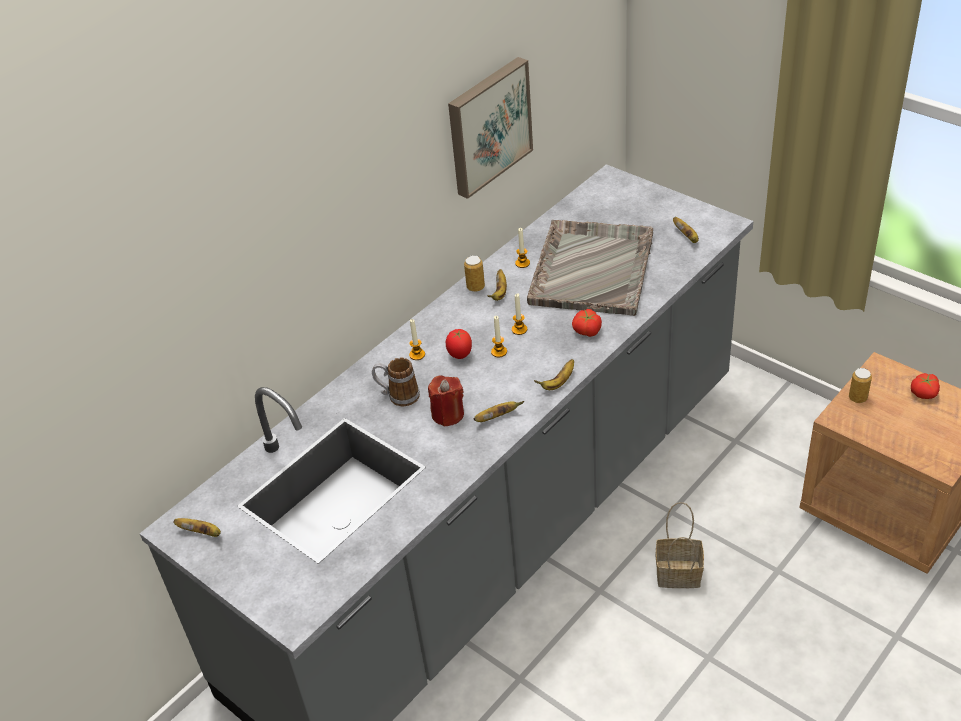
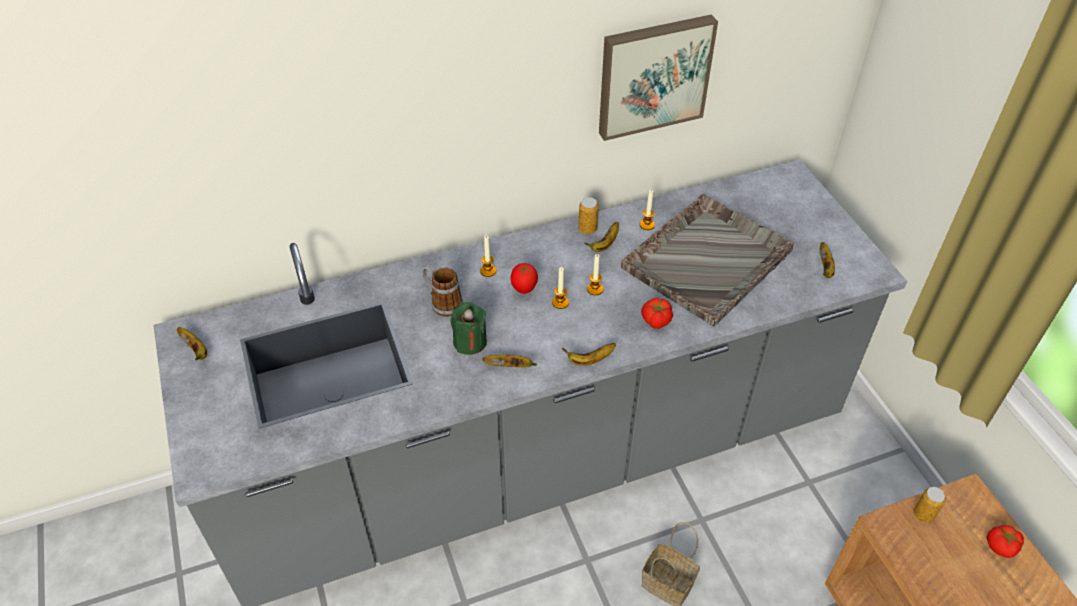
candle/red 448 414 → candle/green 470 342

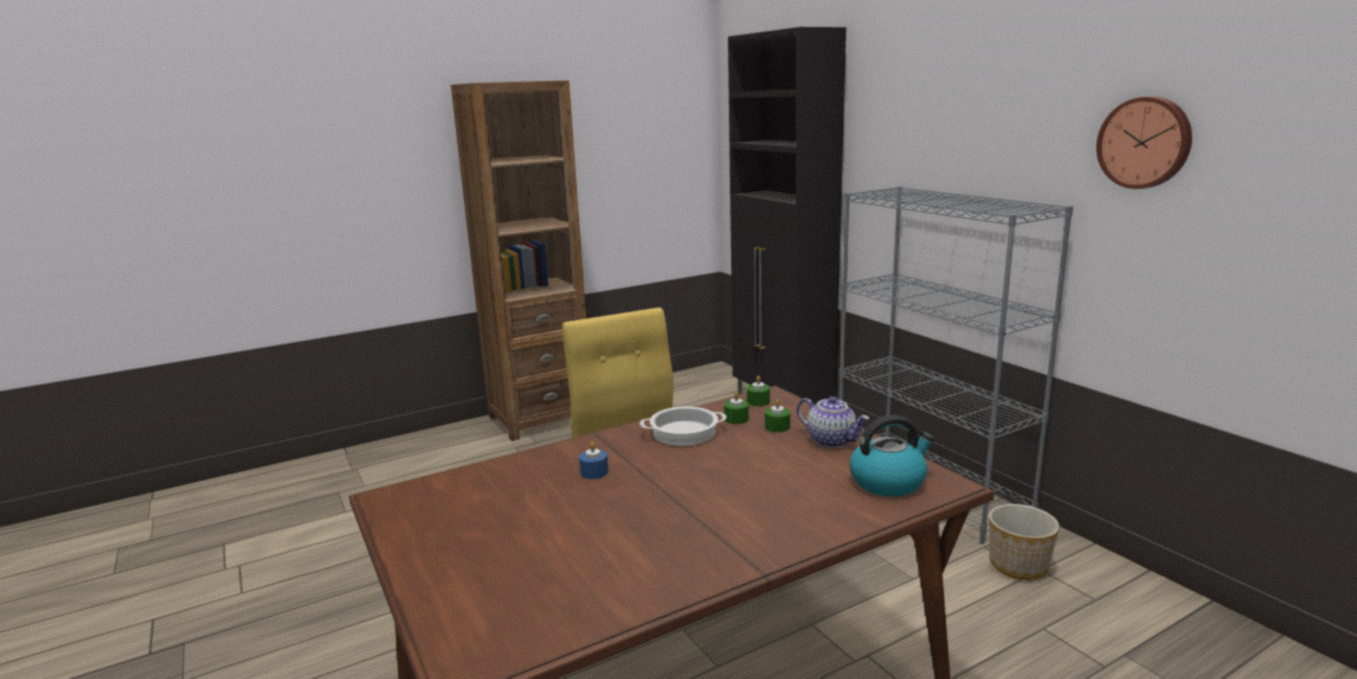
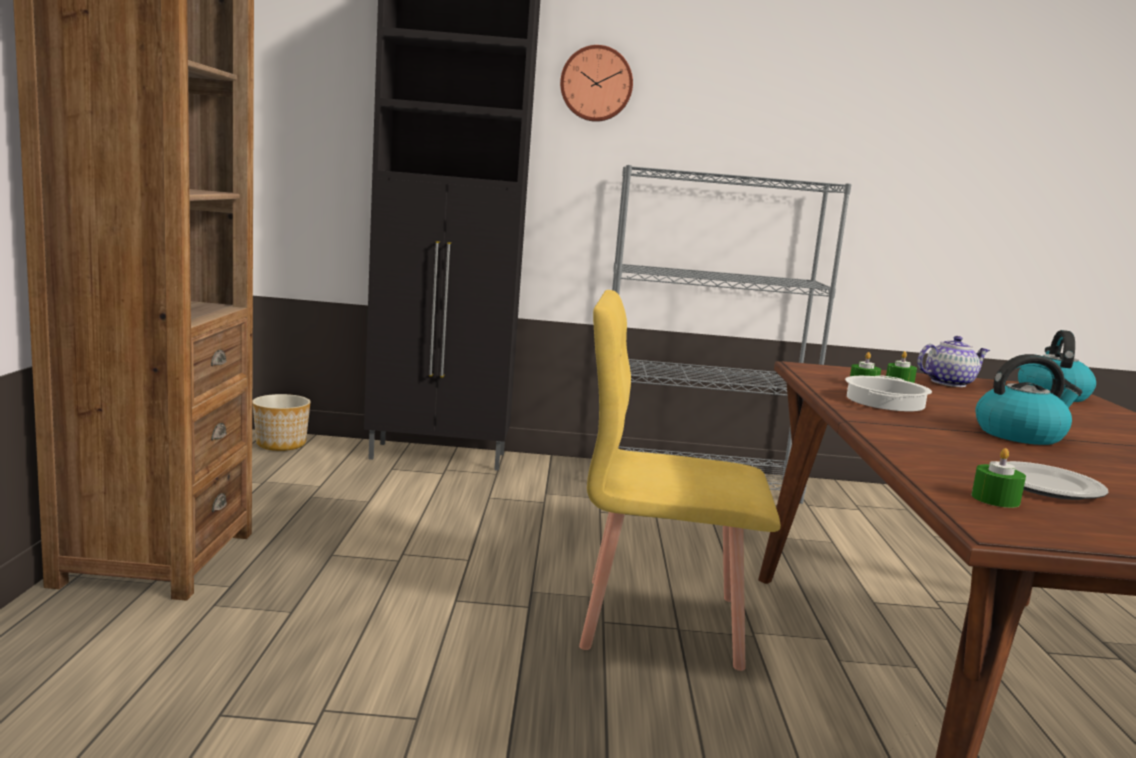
candle/blue 594 472 → -
- → kettle 1020 435
- → plate 1045 486
candle/green 758 402 → candle/green 995 499, relocated
planter 1018 565 → planter 281 444, relocated
wall clock 1145 142 → wall clock 596 84, relocated

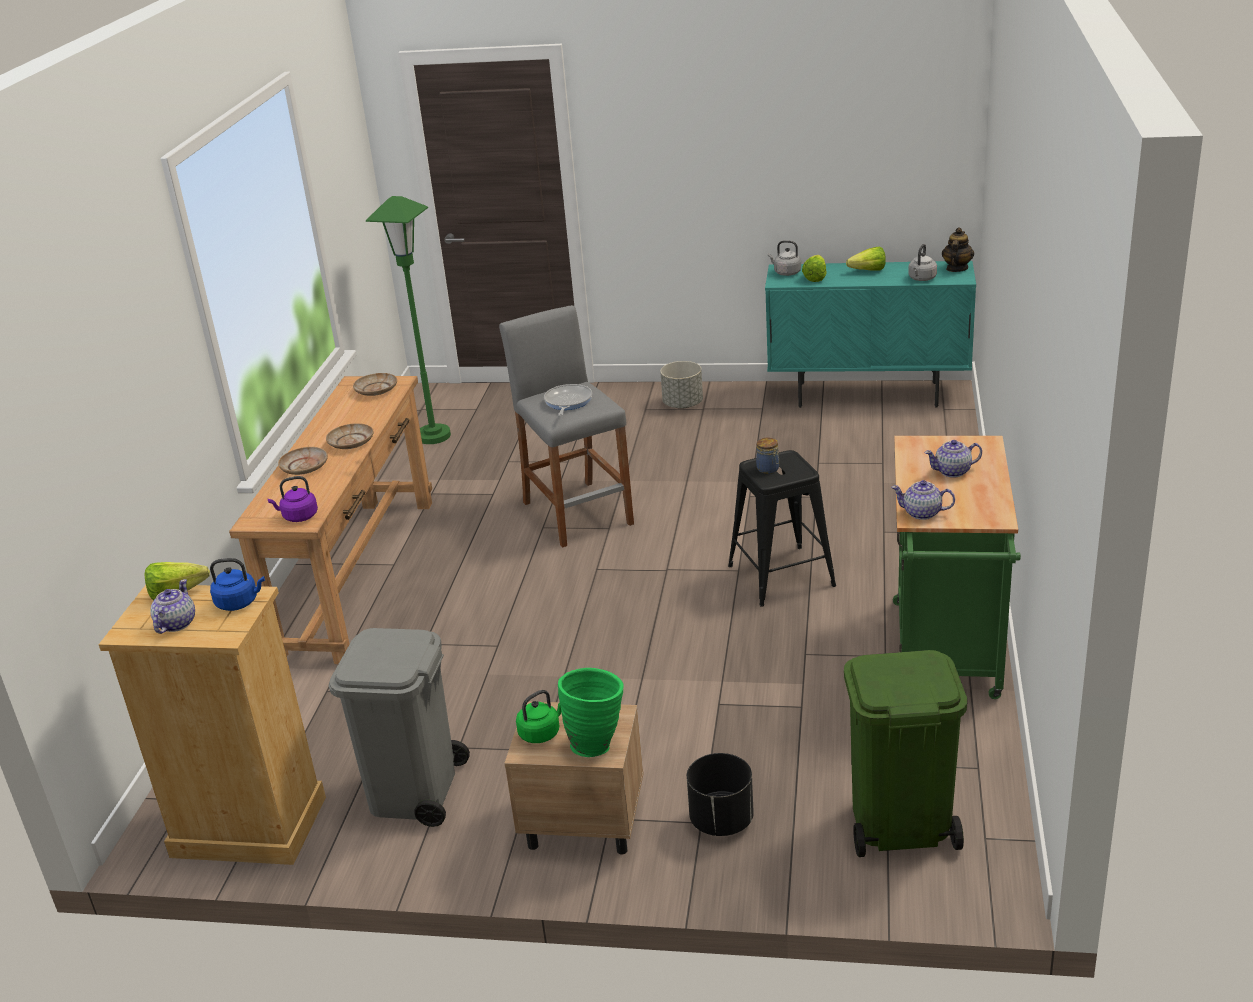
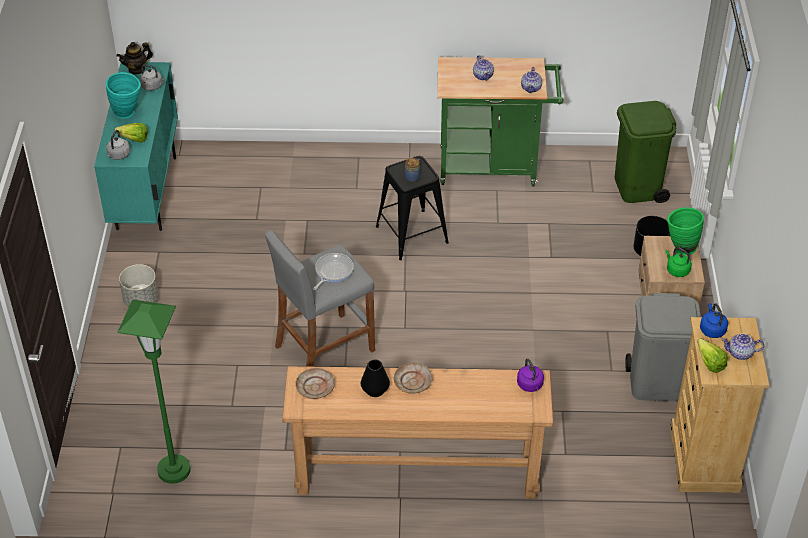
plate/beige 304 467 → -
- → vase/black 375 390
lettuce 865 271 → vase/turquoise 128 114
frying pan 567 402 → frying pan 332 271, 120 degrees clockwise
teapot 956 269 → teapot 137 69, 45 degrees counterclockwise

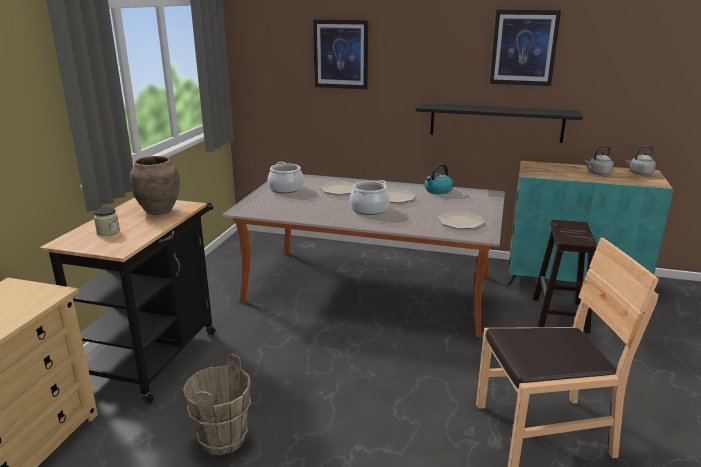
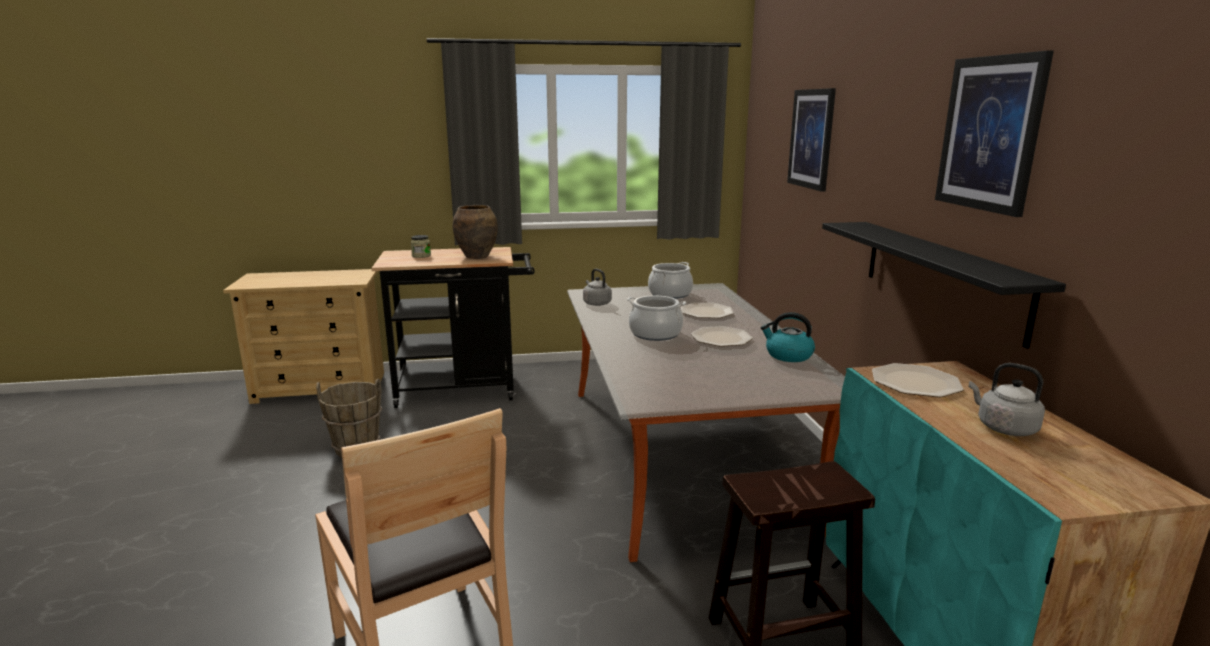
plate 461 221 → plate 916 382, relocated
kettle/grey 639 174 → kettle/grey 596 303, relocated

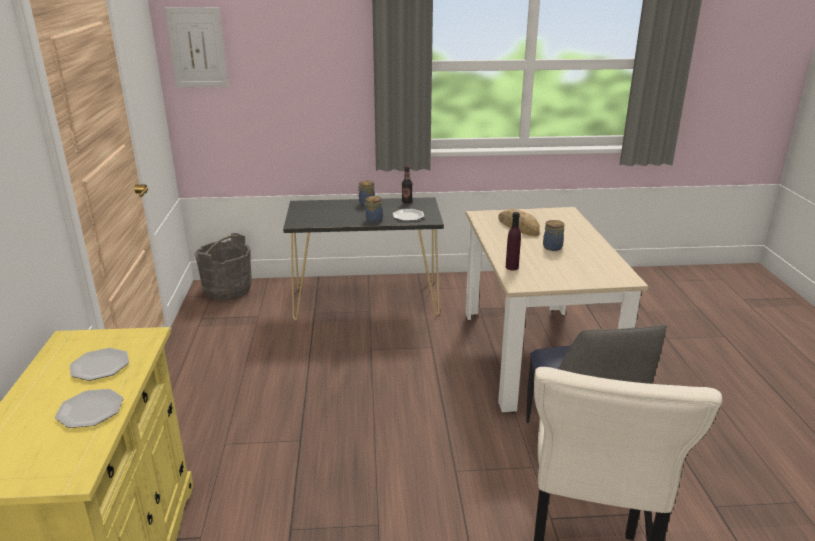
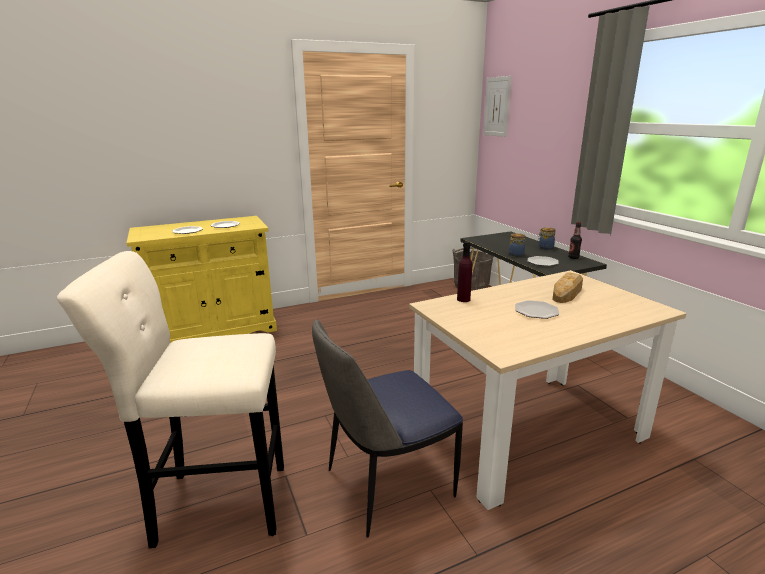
jar 552 248 → plate 536 311

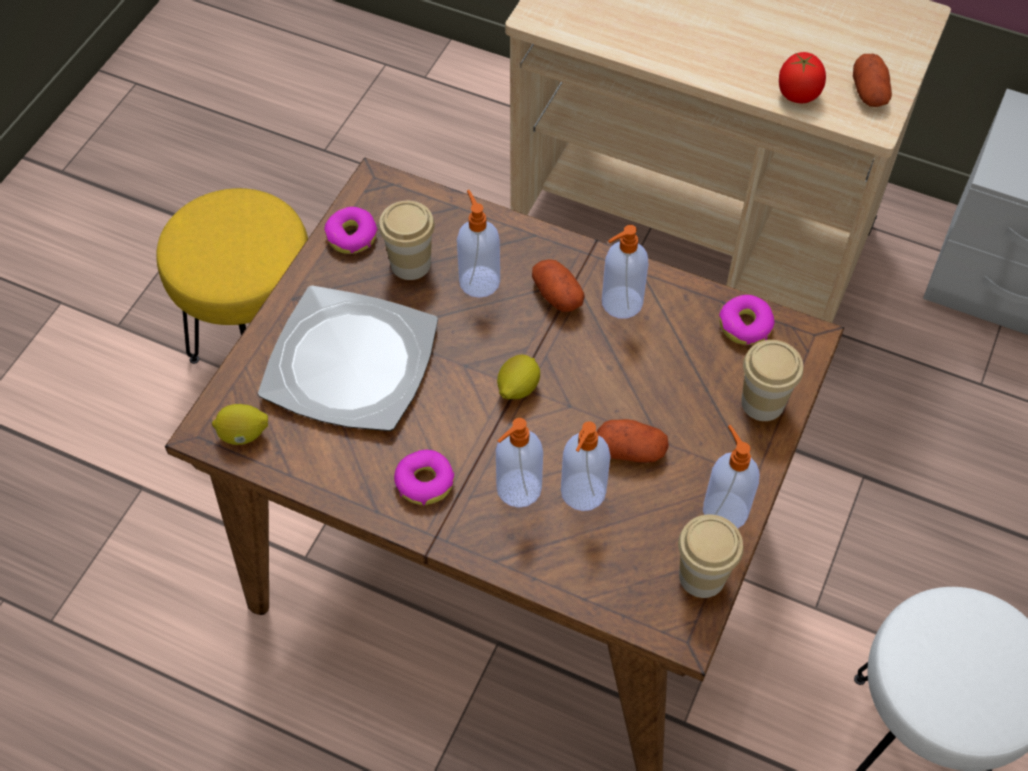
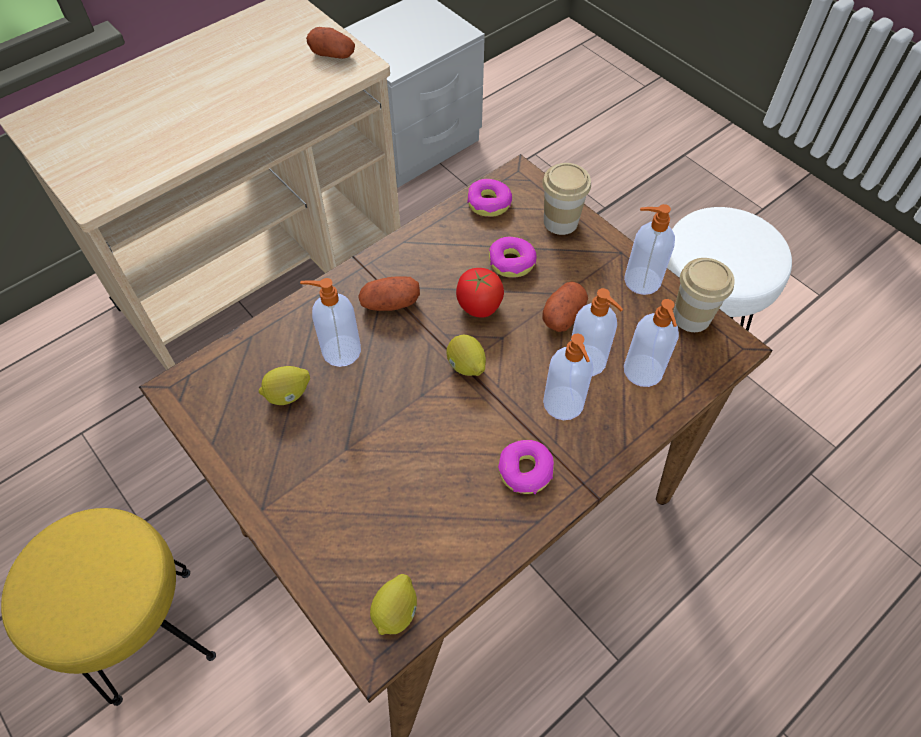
plate 348 364 → -
donut 351 236 → donut 512 262, relocated
soap dispenser 620 303 → soap dispenser 643 372, relocated
tomato 797 94 → tomato 478 306, relocated
cup 410 264 → lemon 288 395

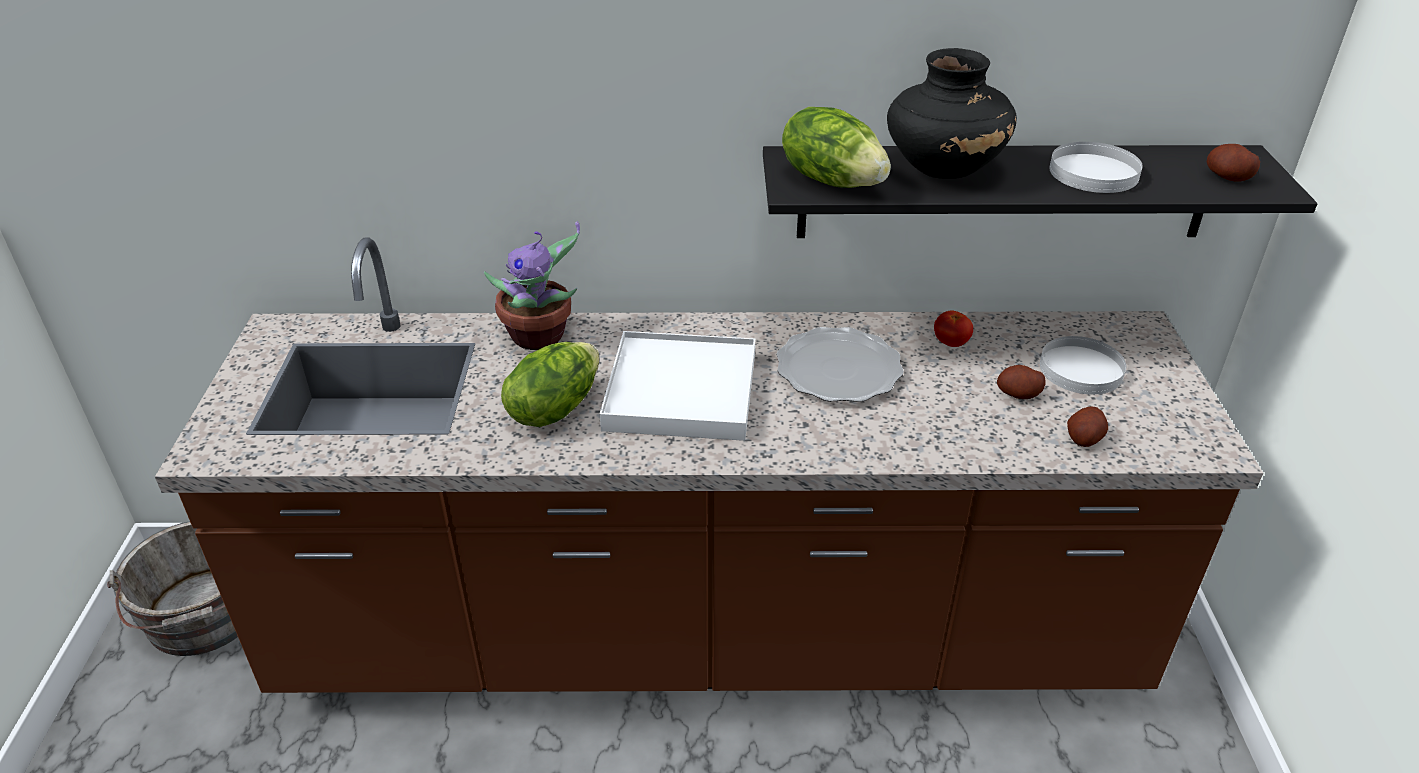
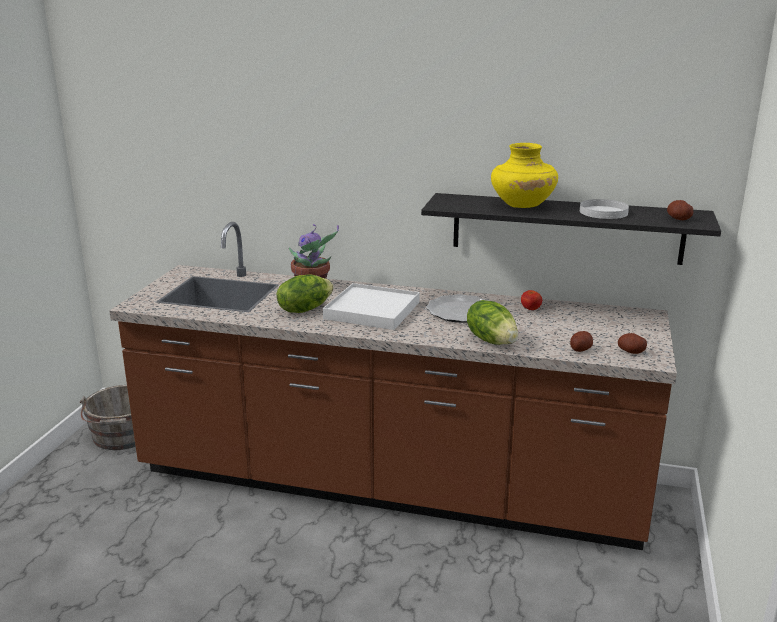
plate/white 1081 369 → -
lettuce 832 180 → lettuce 492 340, relocated
potato 1018 394 → potato 631 352, relocated
vase/black 943 168 → vase/yellow 522 205

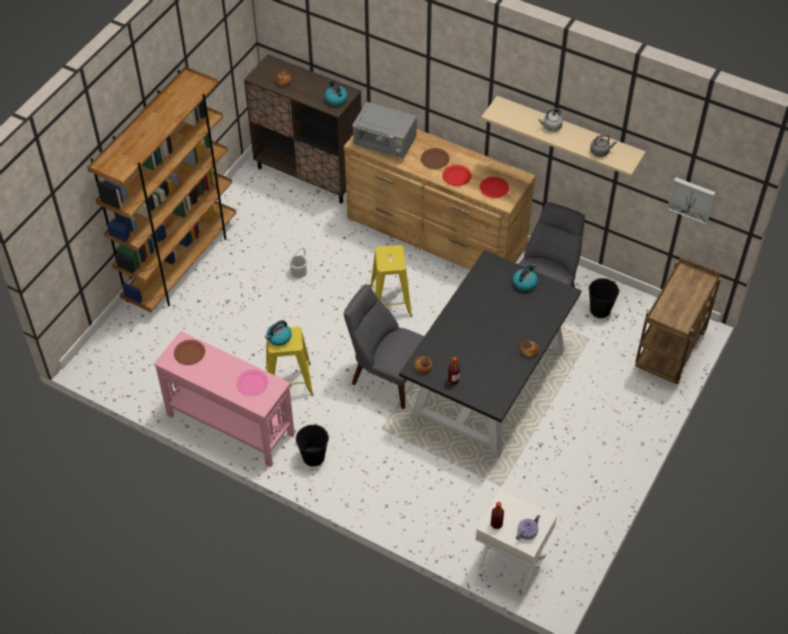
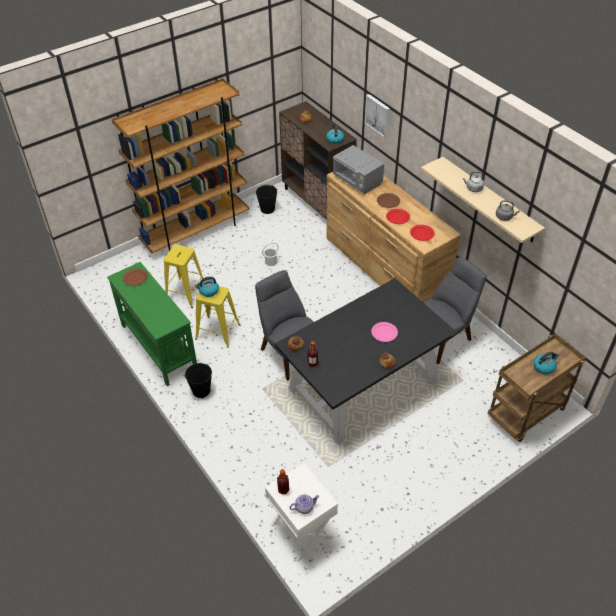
plate/pink 252 383 → plate/pink 384 332, relocated
stool/yellow 390 301 → stool/yellow 185 293, relocated
kettle 524 283 → kettle 544 367, relocated
bucket/black 600 310 → bucket/black 267 209, relocated
picture 692 199 → picture 378 115, relocated
console table/pink 230 424 → console table/green 159 346

